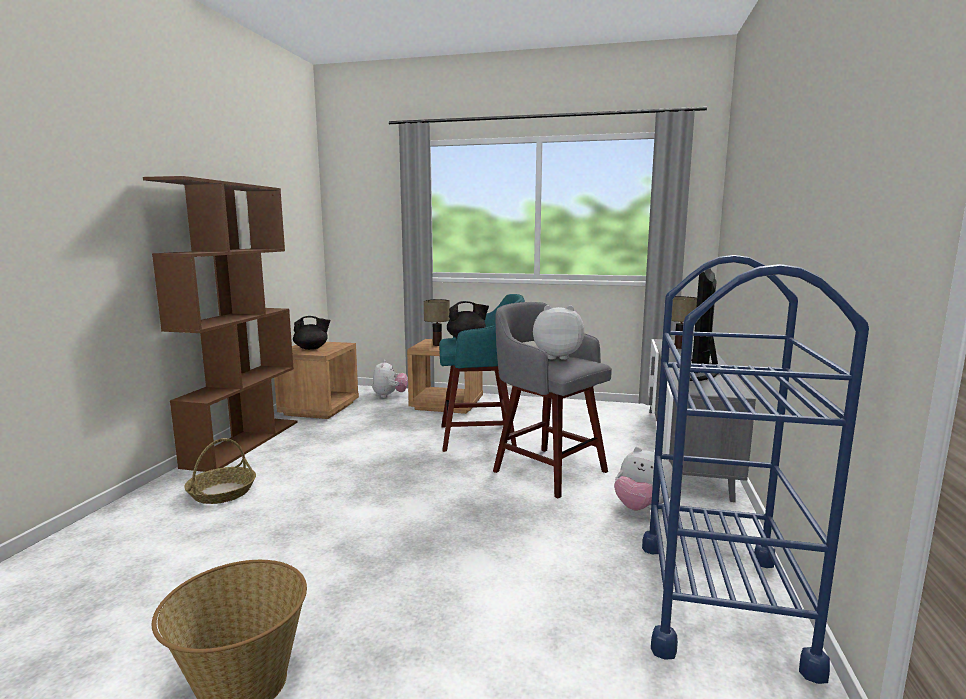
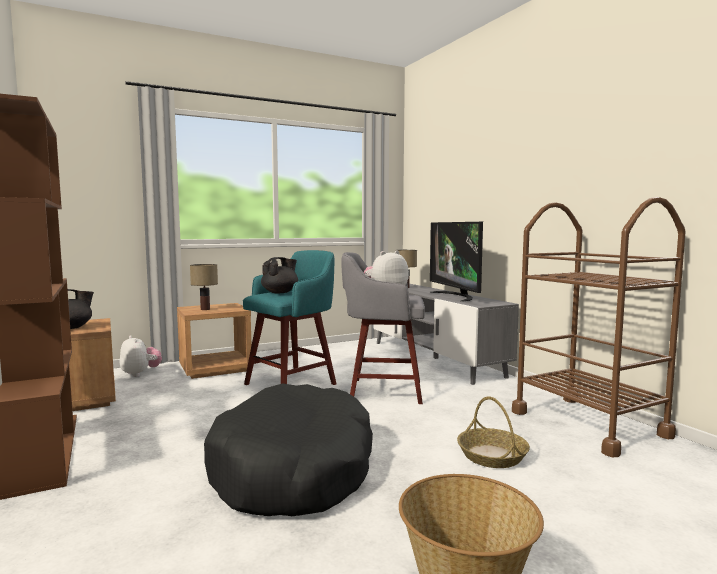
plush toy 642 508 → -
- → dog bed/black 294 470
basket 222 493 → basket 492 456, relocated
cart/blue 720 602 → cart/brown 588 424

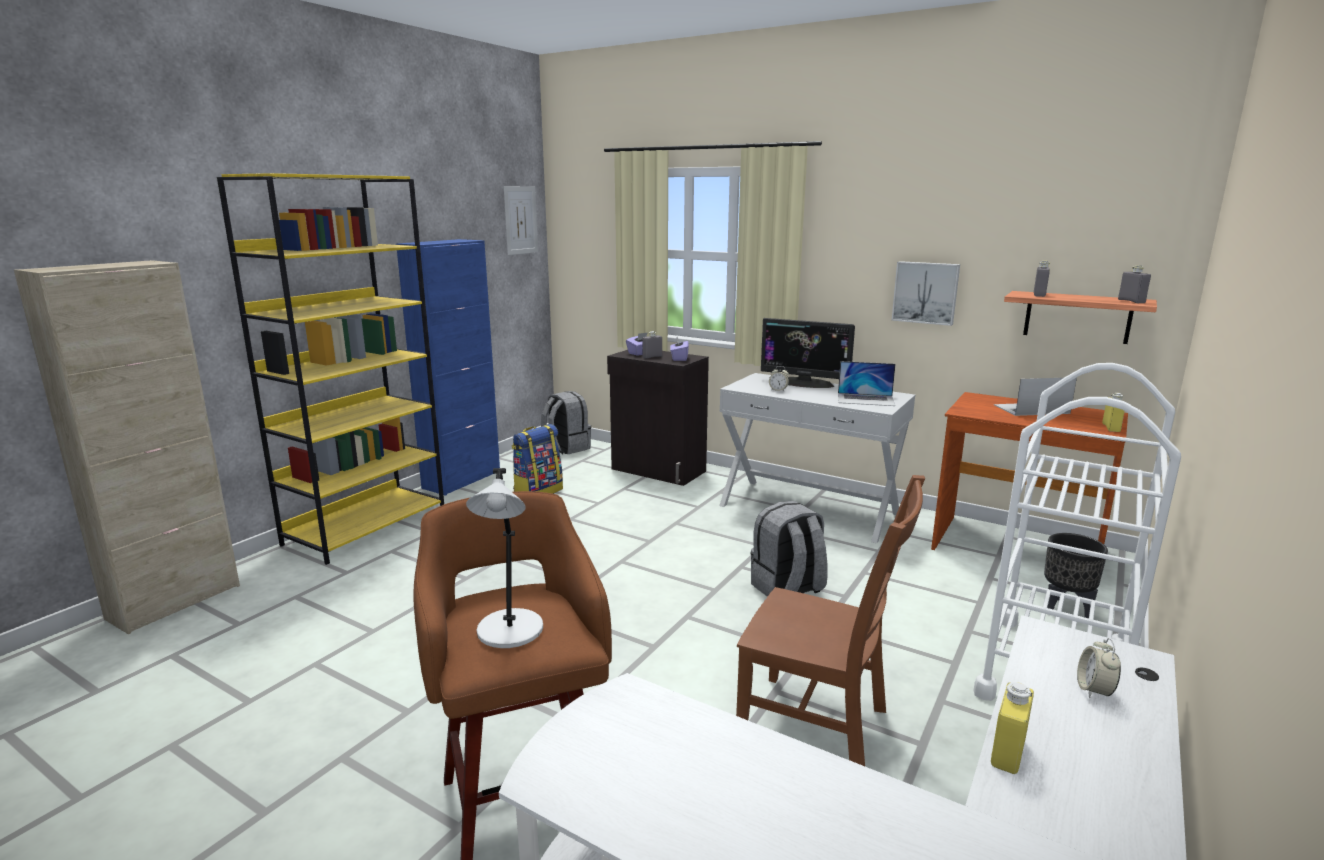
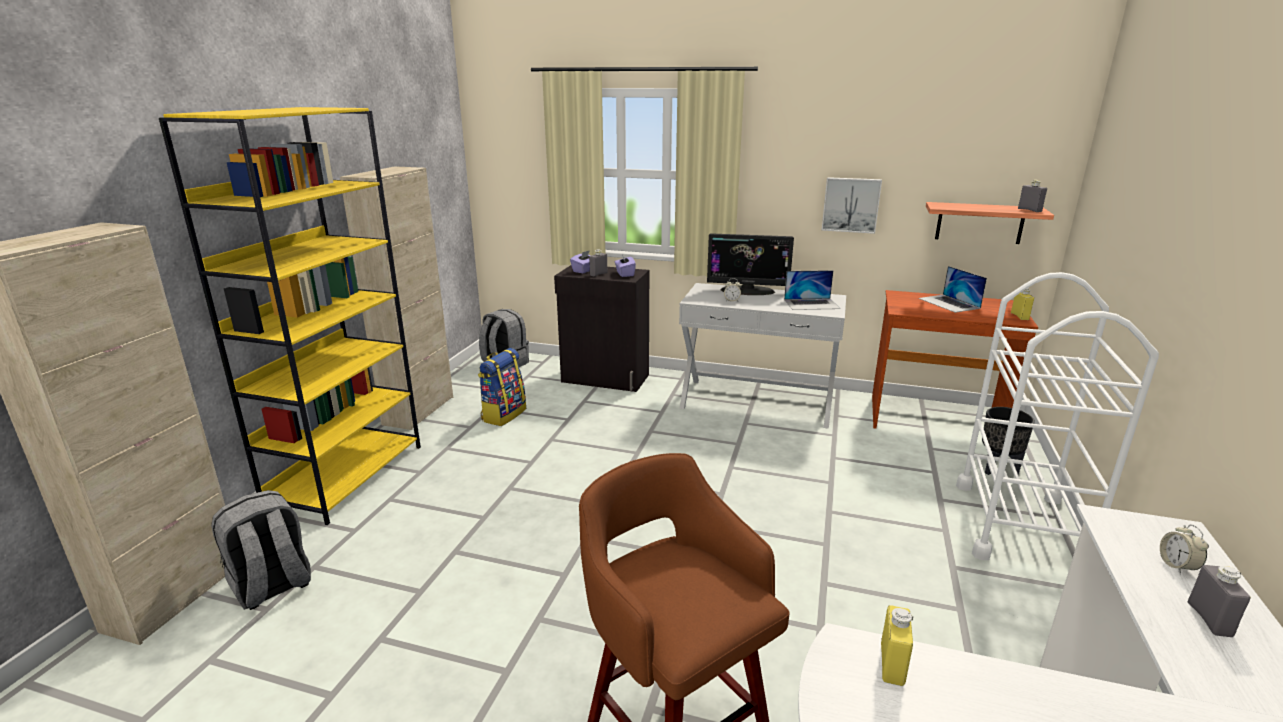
table lamp/grey 510 632 → -
picture 520 220 → -
chair/brown 819 728 → -
backpack/grey 787 589 → backpack/grey 272 587, relocated
bottle/yellow 1007 752 → bottle/yellow 892 664, relocated
bottle/grey 1039 295 → bottle/grey 1209 619, relocated
cabinet/blue 462 480 → cabinet/beige 419 410
laptop 1031 409 → laptop 949 303, 90 degrees counterclockwise

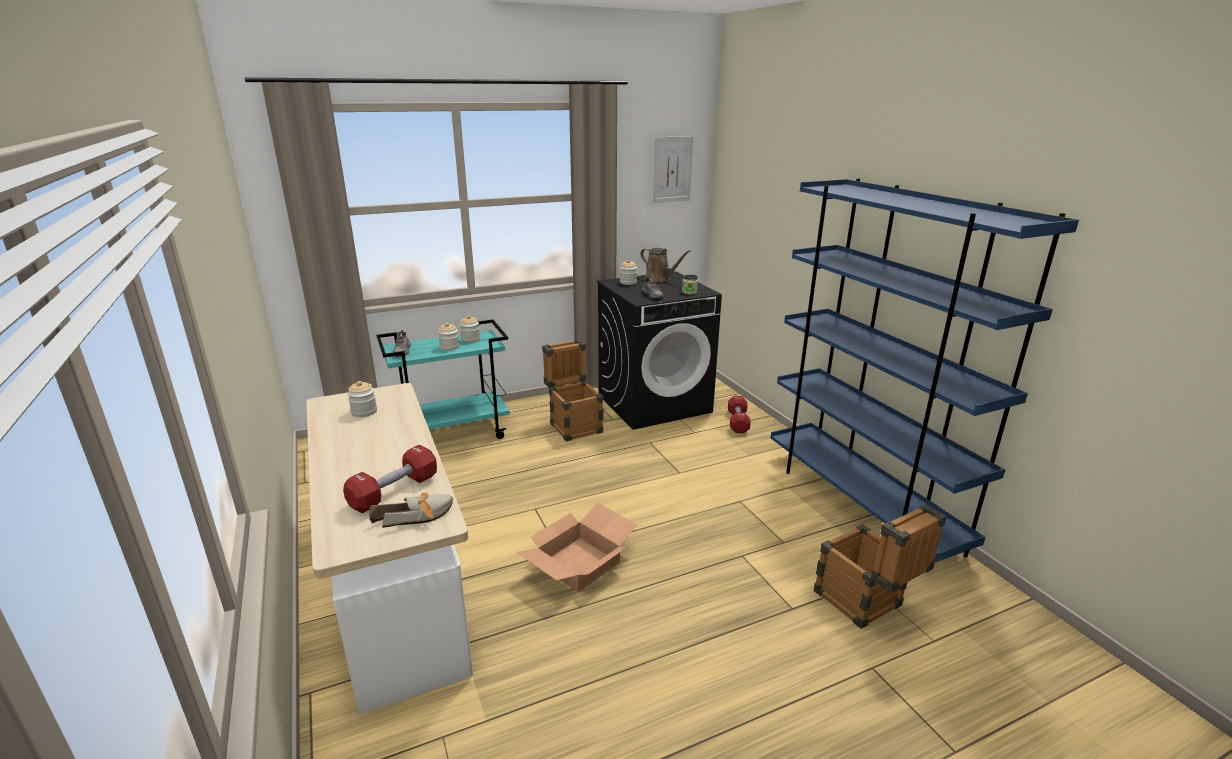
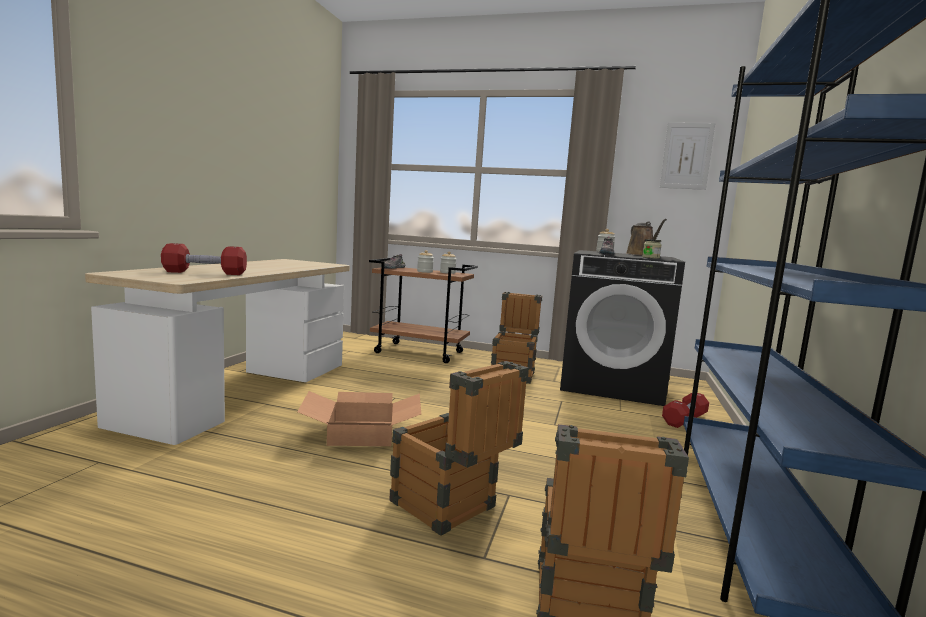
jar 364 412 → -
shoe 419 516 → -
- → crate 451 510
cart/turquoise 454 434 → cart/brown 420 352

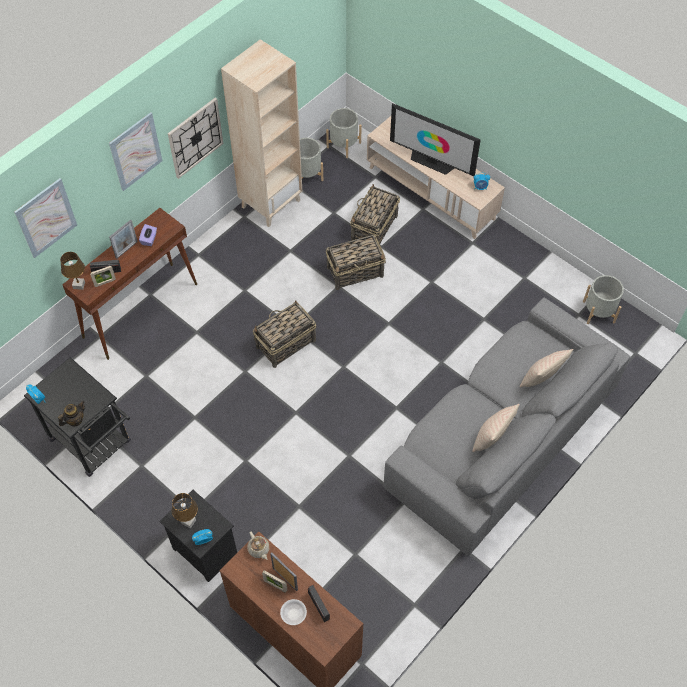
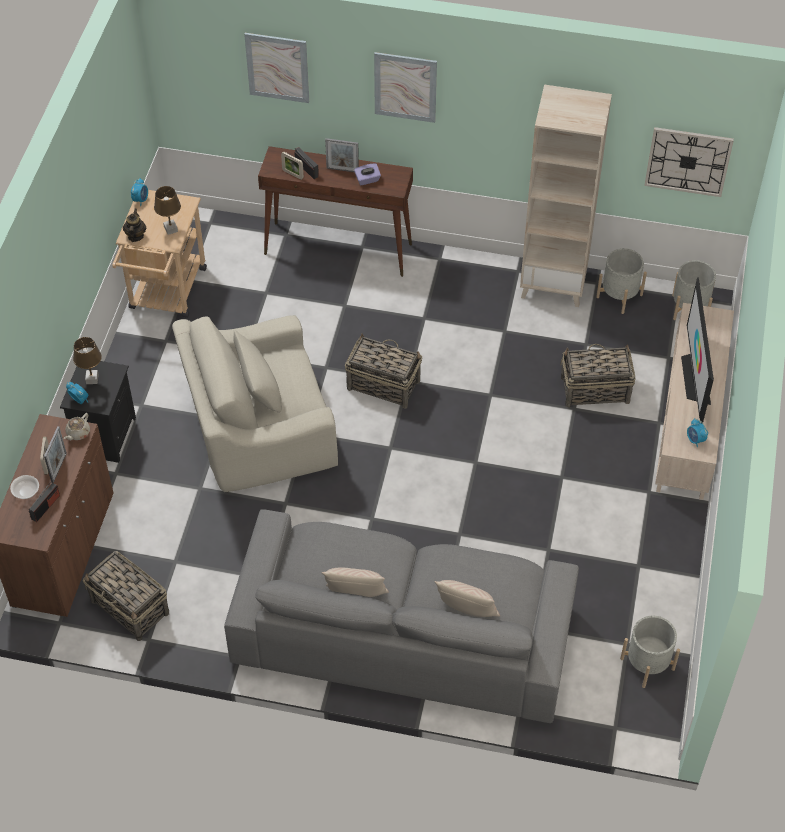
- → armchair/beige 258 429
table lamp/brown 79 285 → table lamp/brown 170 229, relocated
wall clock 195 138 → wall clock 688 161, relocated
basket 355 271 → basket 130 608, relocated
cart/black 95 444 → cart/beige 166 294
teapot 75 420 → teapot 135 236, 105 degrees counterclockwise

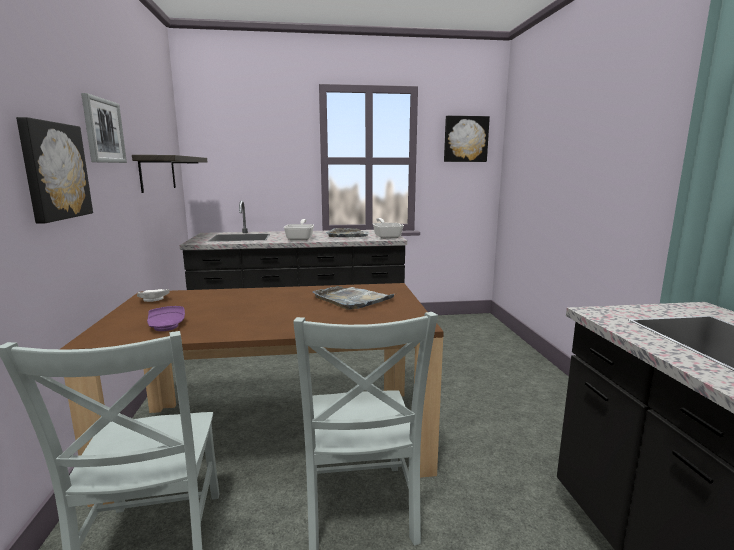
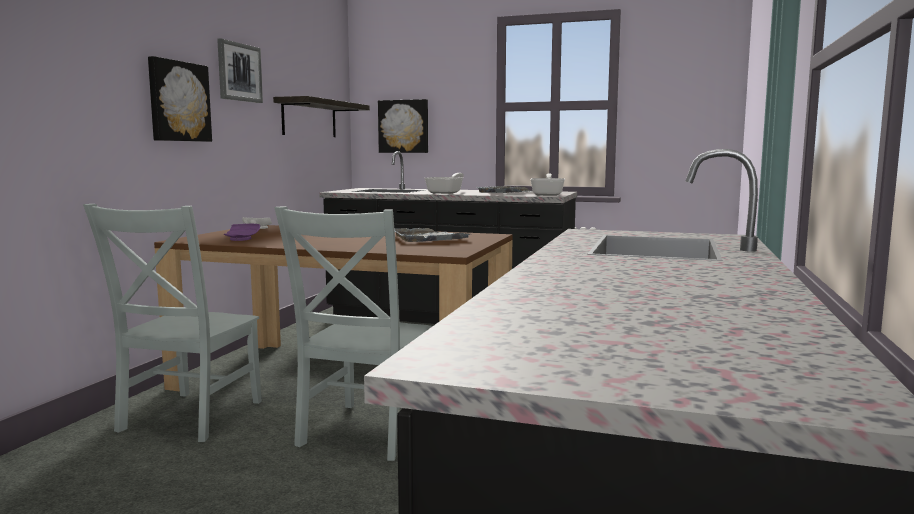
picture 465 139 → picture 404 126, relocated

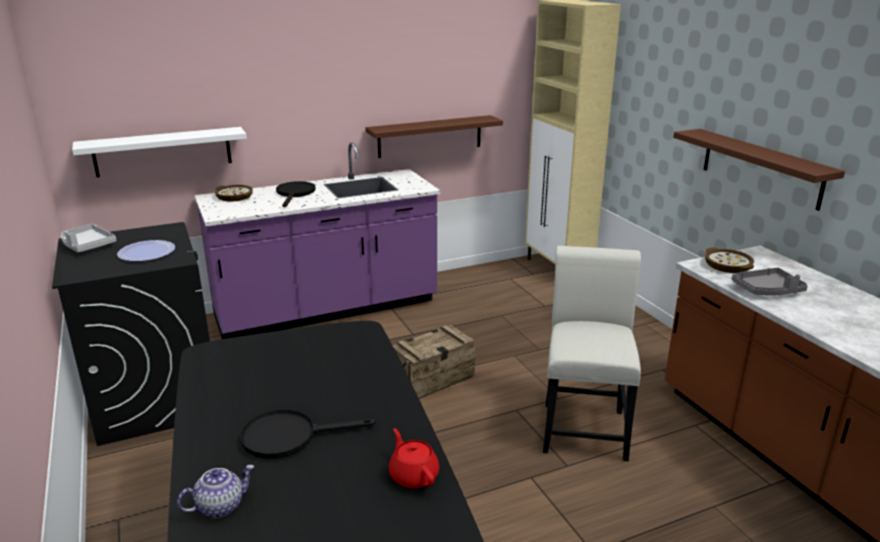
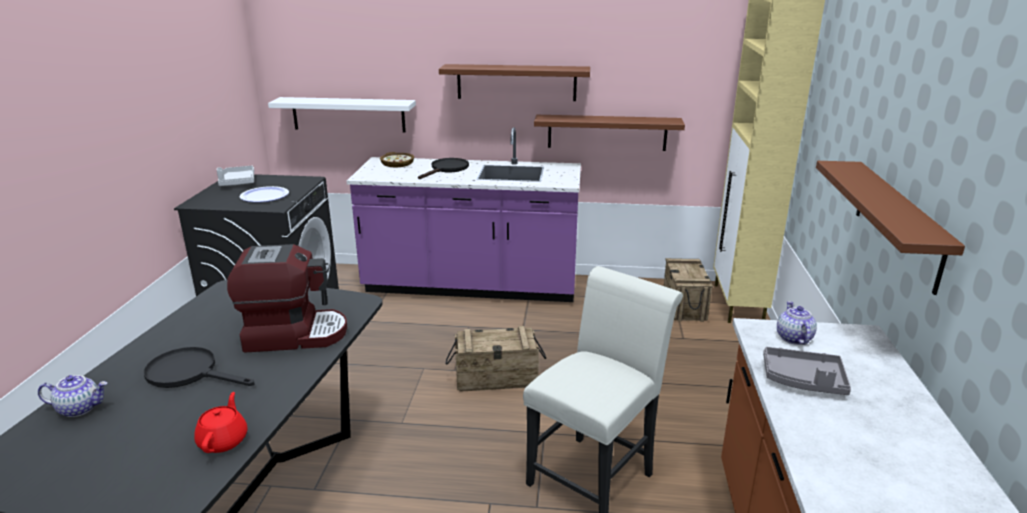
- → coffee machine 294 334
- → shelf/brown 516 82
- → crate 685 305
bowl 727 266 → teapot 793 338

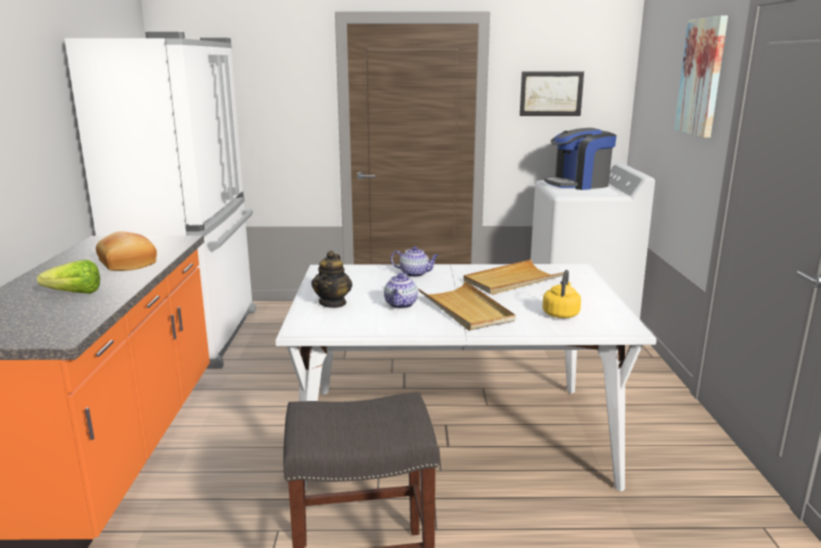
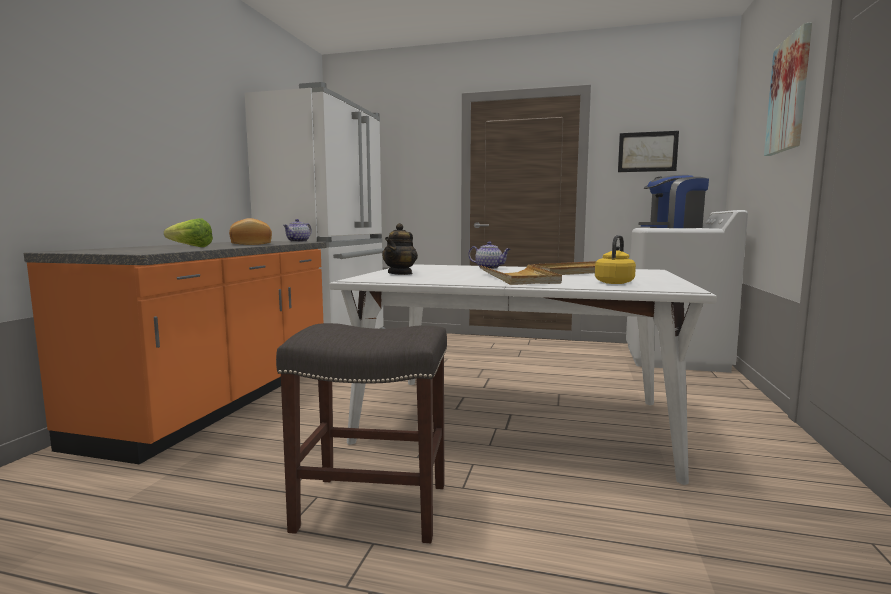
teapot 401 305 → teapot 298 241, relocated

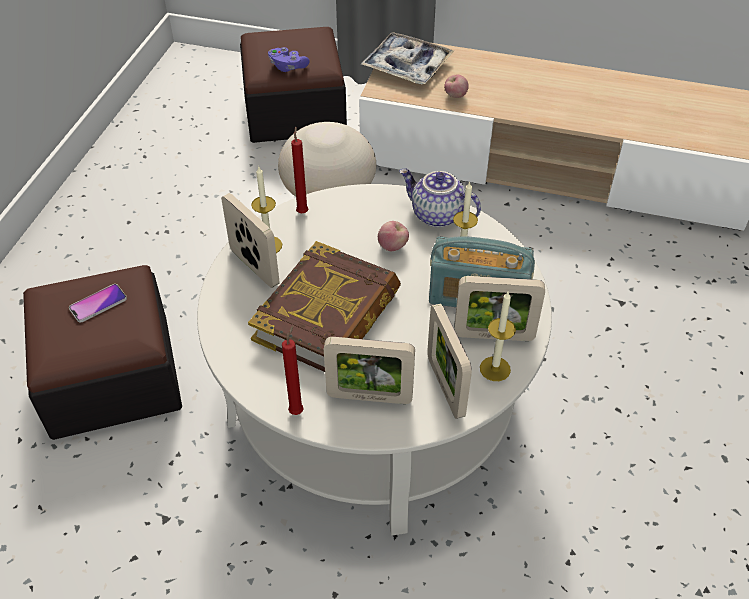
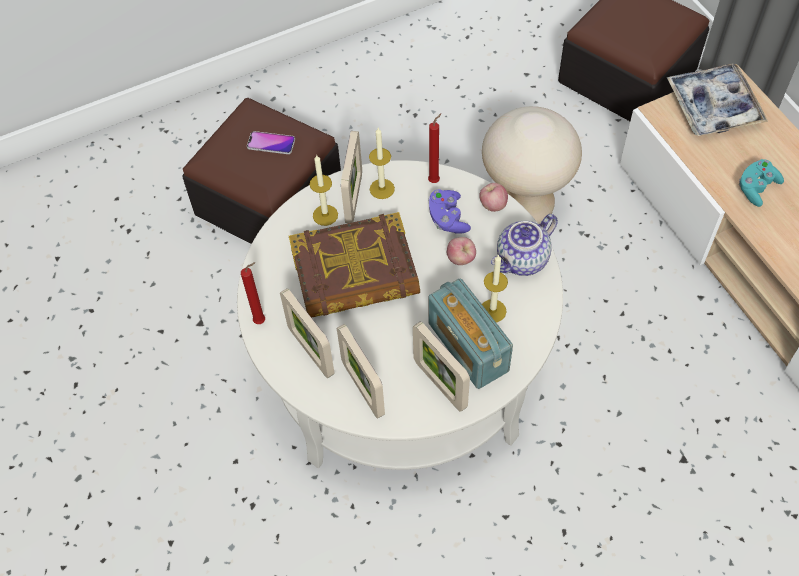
- → game controller/turquoise 756 188
game controller/purple 288 67 → game controller/purple 447 218, relocated
apple 455 96 → apple 492 205, relocated
candle 495 369 → candle 325 215, relocated
teapot 436 215 → teapot 523 261, 120 degrees counterclockwise
picture frame 445 387 → picture frame 363 389, 60 degrees counterclockwise

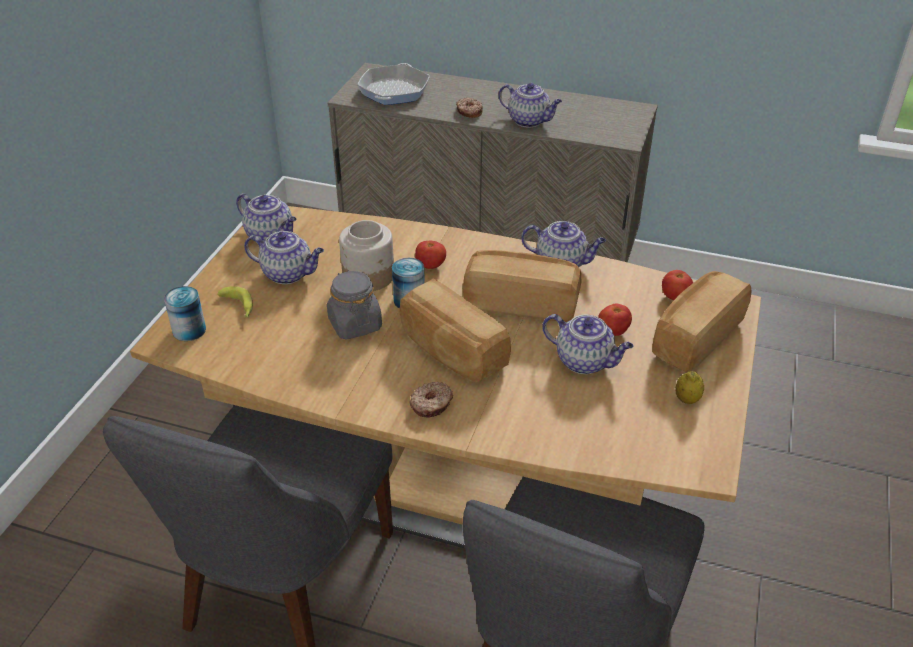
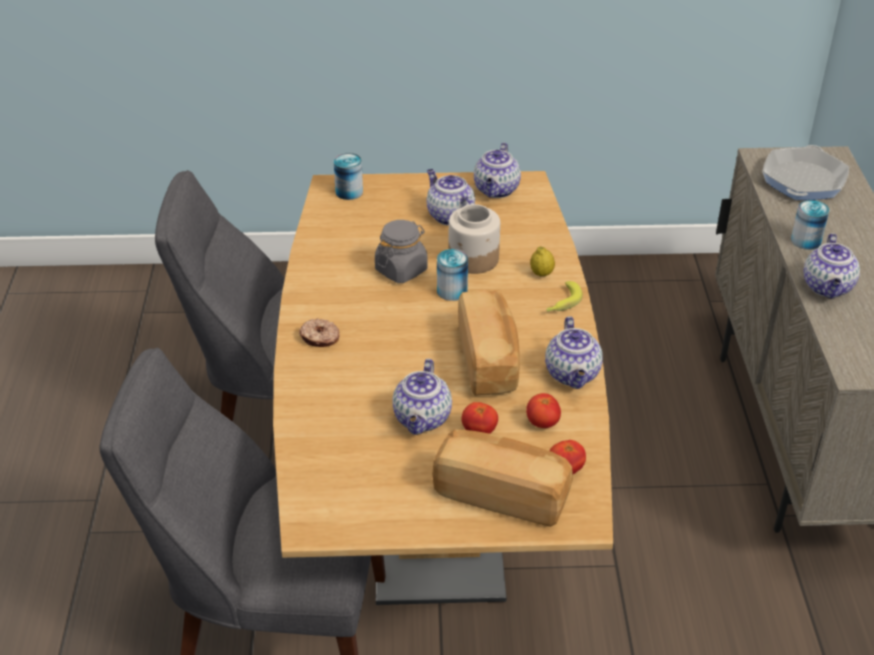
bread 451 351 → -
banana 239 307 → banana 562 303, relocated
tomato 430 266 → tomato 542 423, relocated
lemon 687 399 → lemon 541 274, relocated
donut 469 112 → can 806 241
teapot 288 274 → teapot 449 216, 150 degrees clockwise
frying pan 394 90 → frying pan 803 180, 60 degrees counterclockwise

